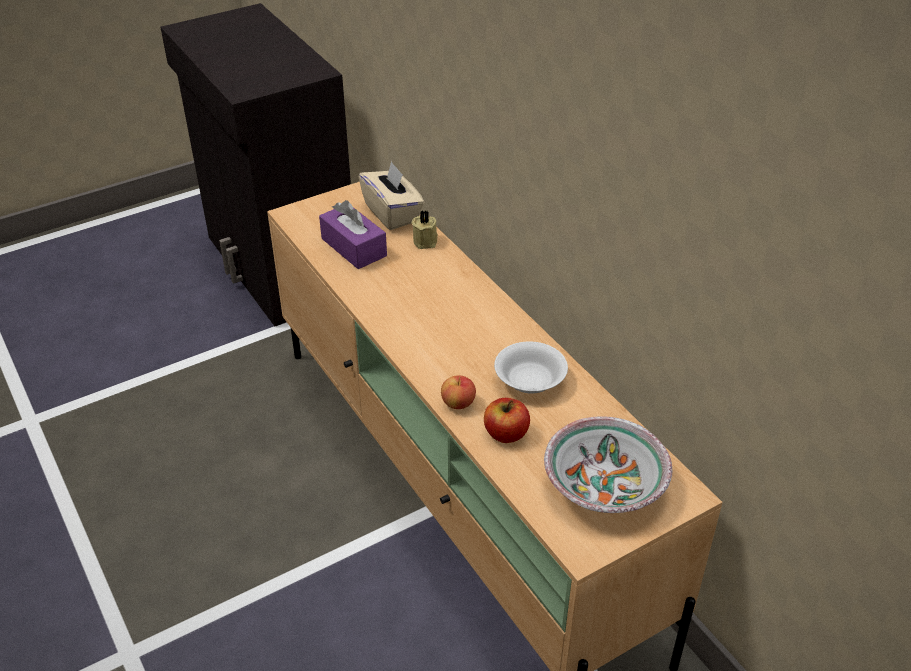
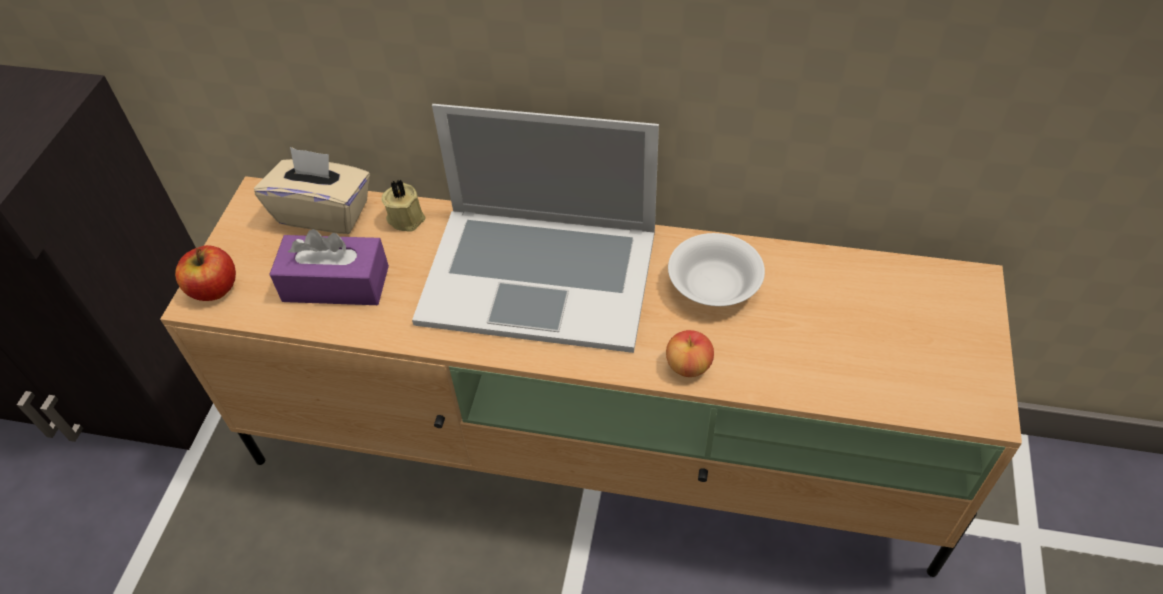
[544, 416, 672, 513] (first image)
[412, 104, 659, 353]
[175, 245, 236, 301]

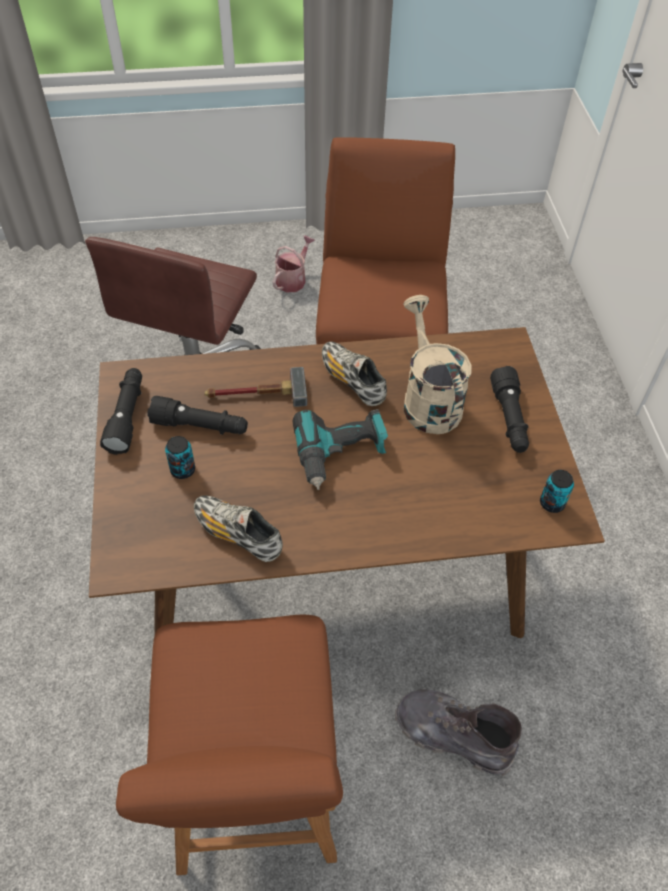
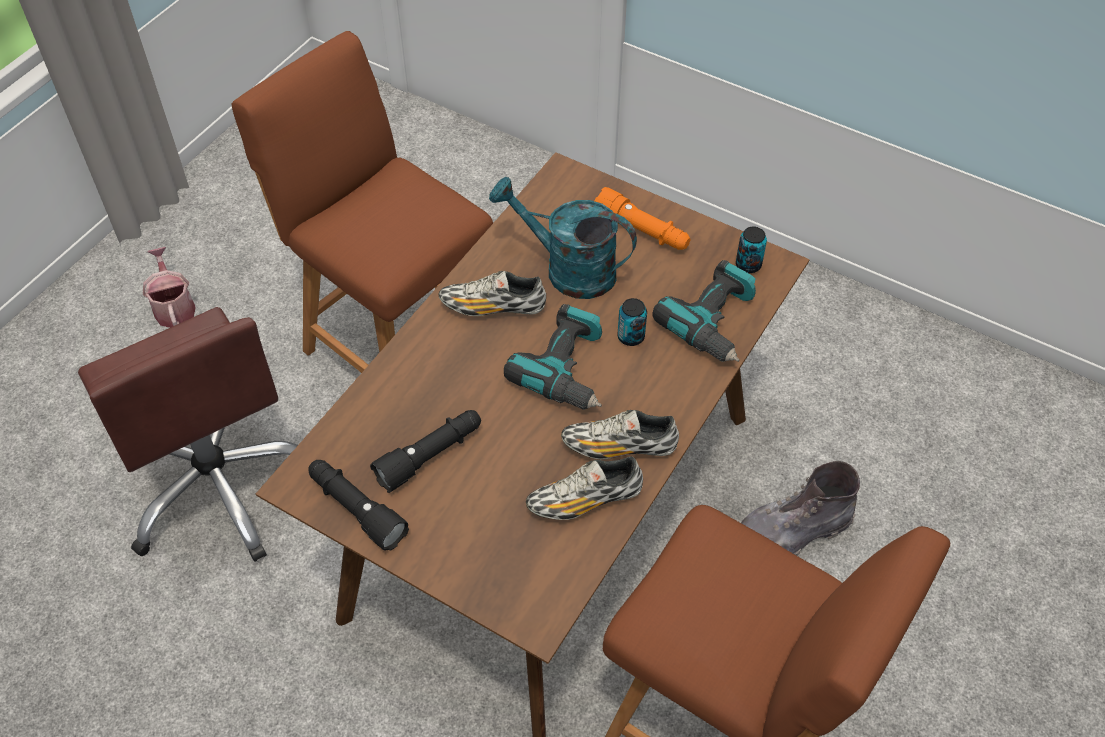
[204, 367, 307, 407] (first image)
[561, 410, 679, 459]
[652, 260, 756, 362]
[617, 298, 647, 346]
[489, 177, 637, 299]
[594, 187, 690, 250]

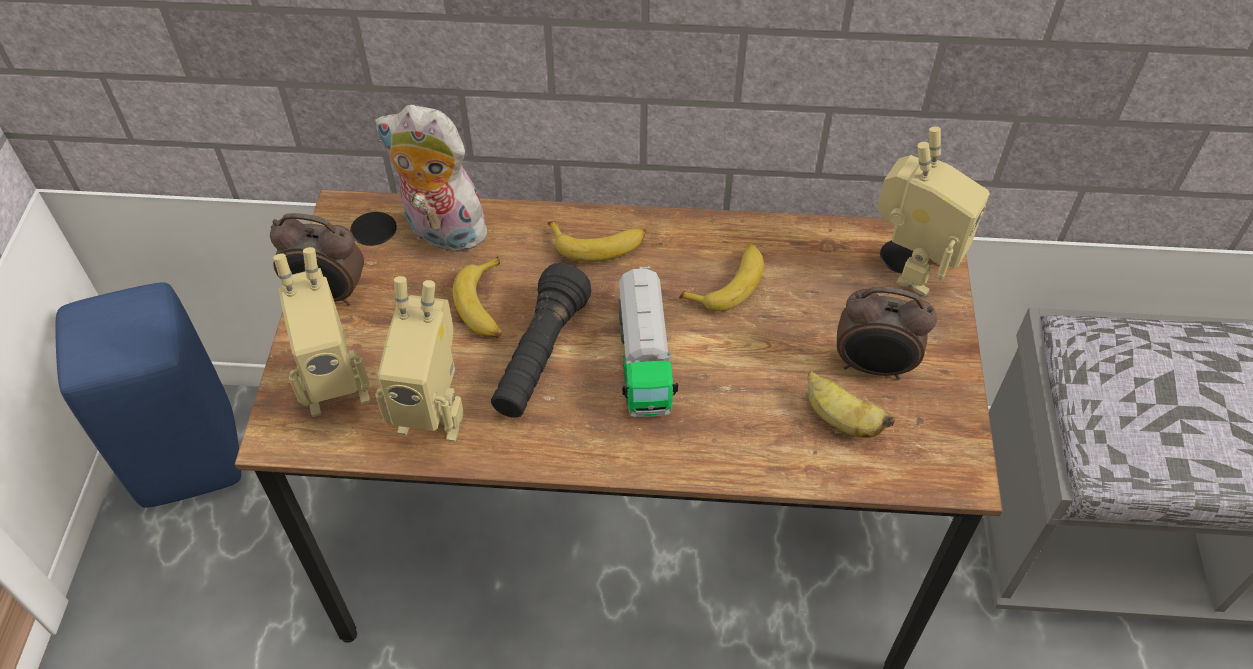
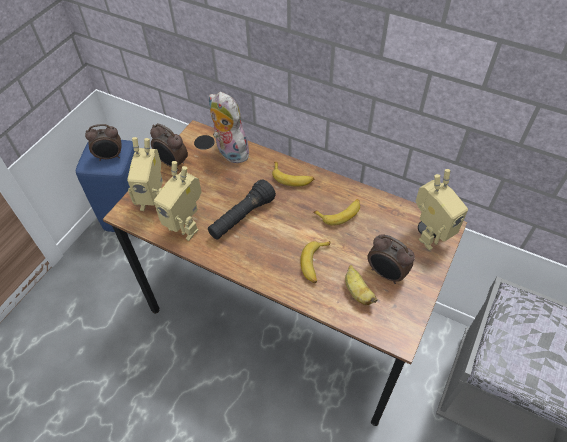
[619, 266, 678, 417] (first image)
[85, 124, 122, 161]
[300, 241, 330, 283]

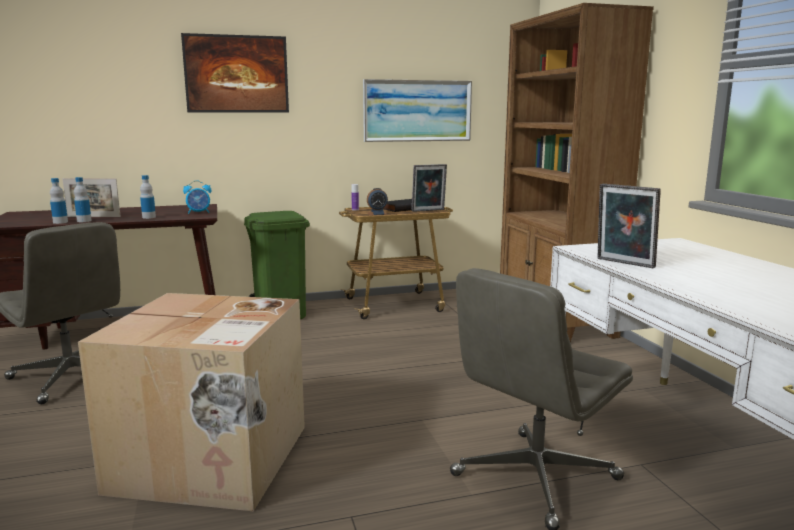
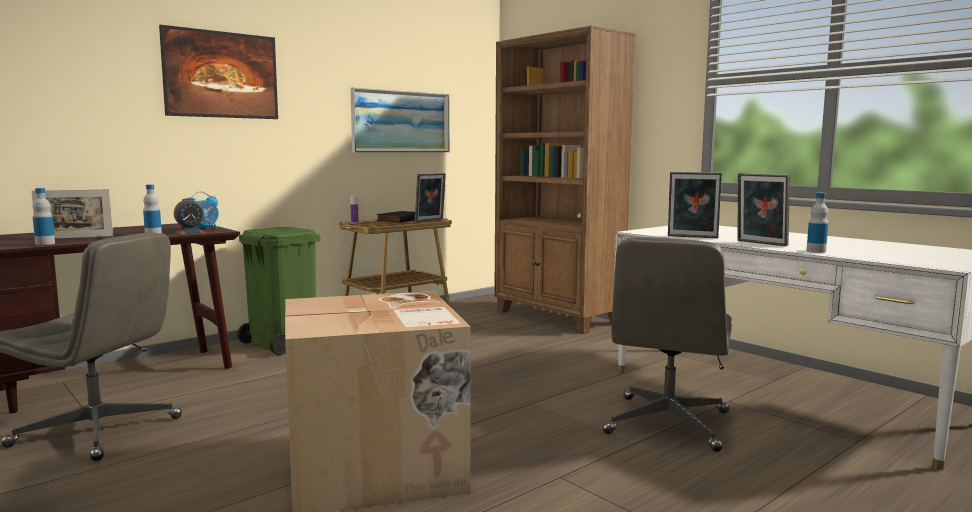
[737, 173, 790, 246]
[807, 193, 828, 253]
[174, 198, 206, 235]

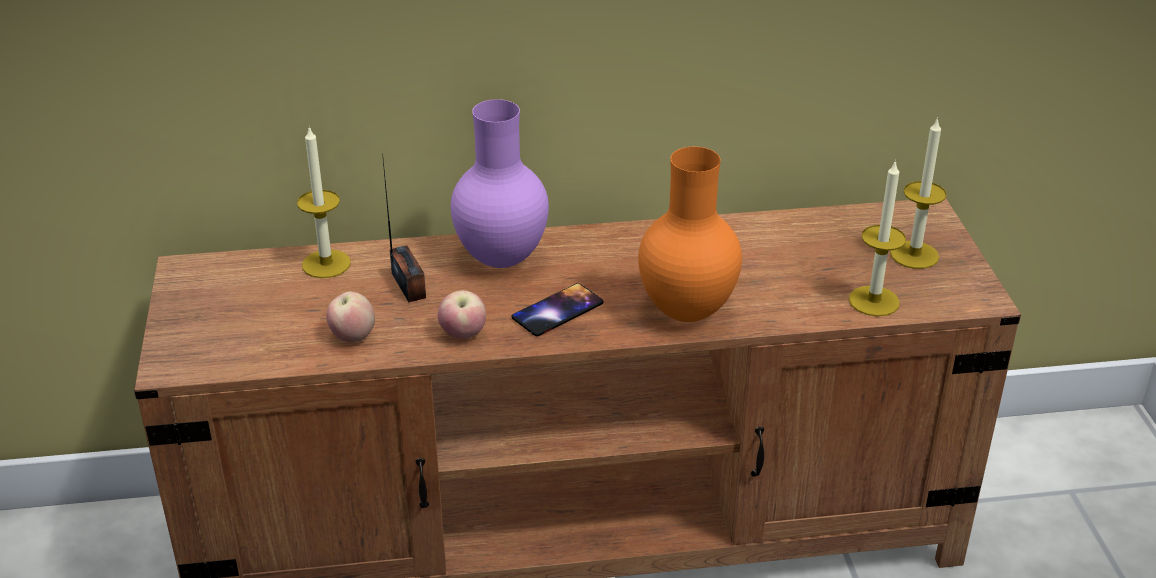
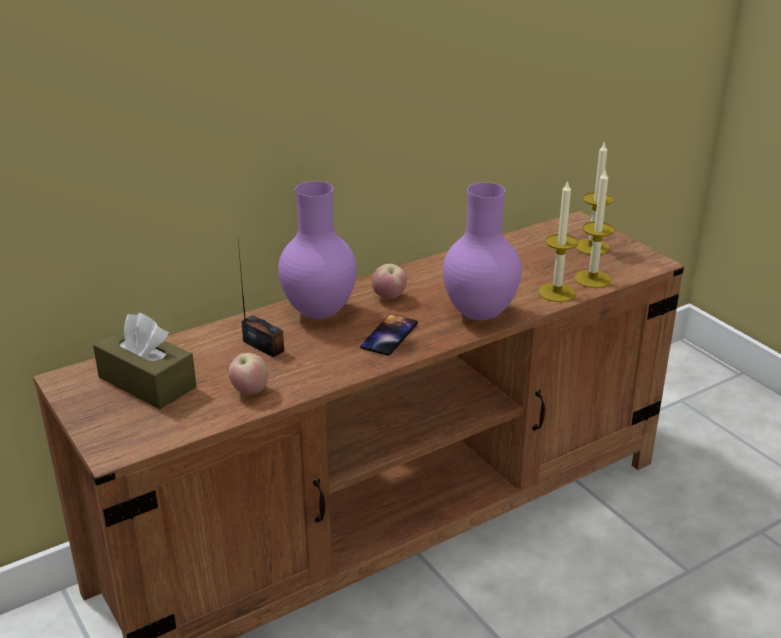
[93, 313, 196, 409]
[538, 180, 578, 302]
[372, 264, 407, 299]
[443, 182, 522, 321]

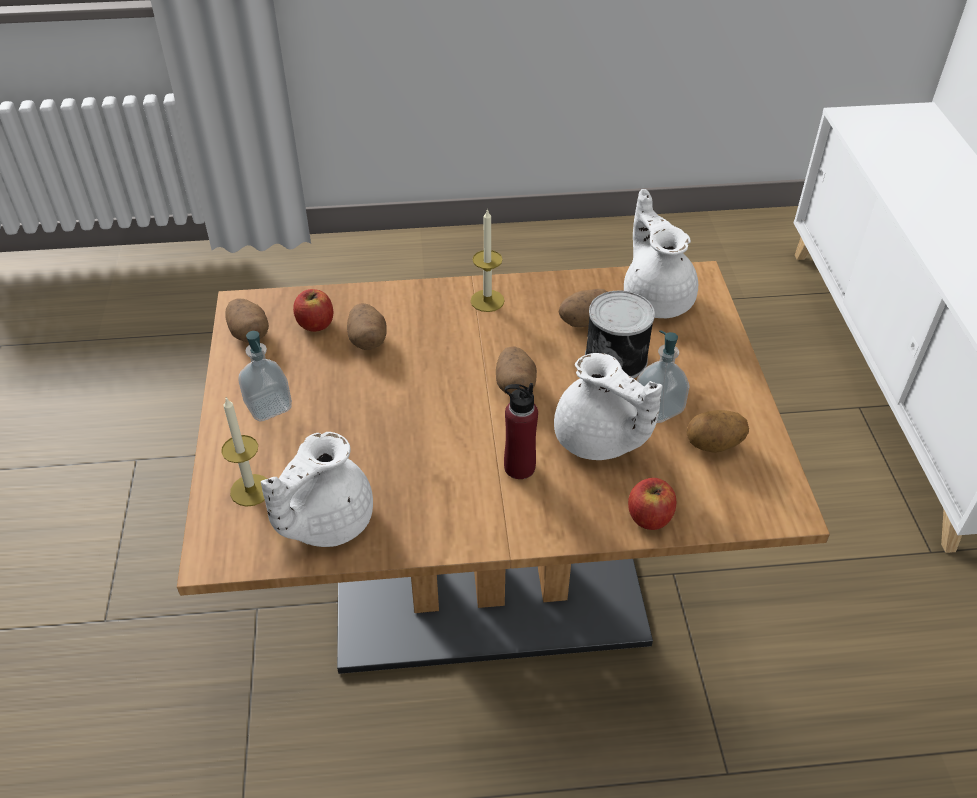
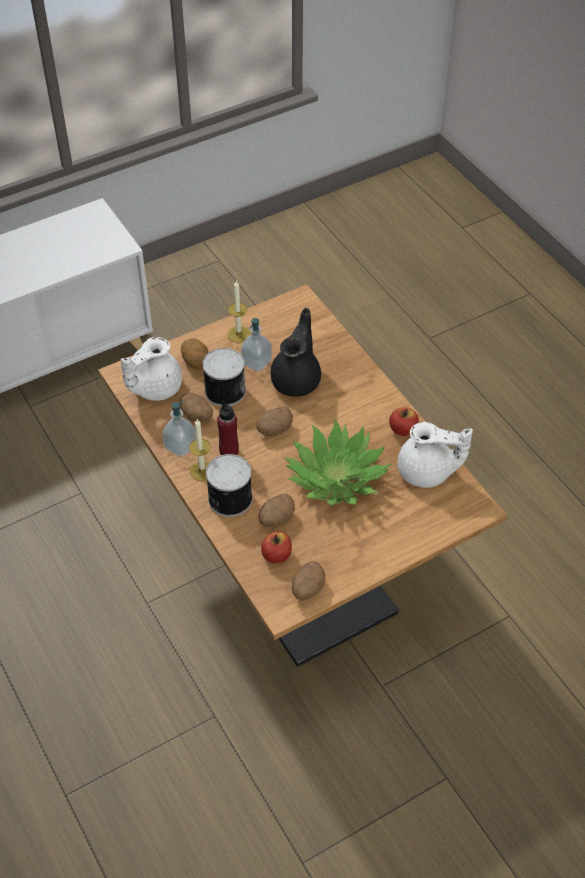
[206, 454, 252, 517]
[284, 419, 392, 506]
[228, 281, 250, 343]
[162, 401, 196, 457]
[217, 400, 239, 455]
[389, 407, 419, 436]
[181, 339, 208, 370]
[271, 308, 321, 396]

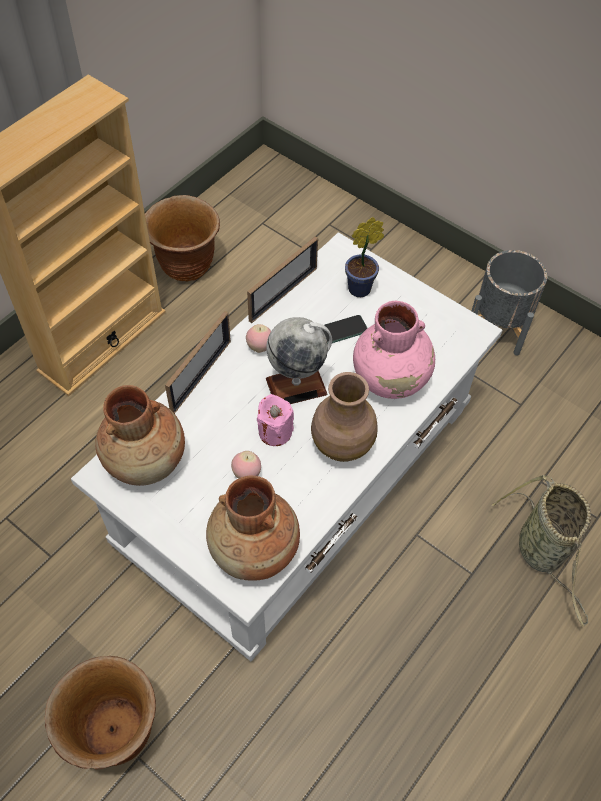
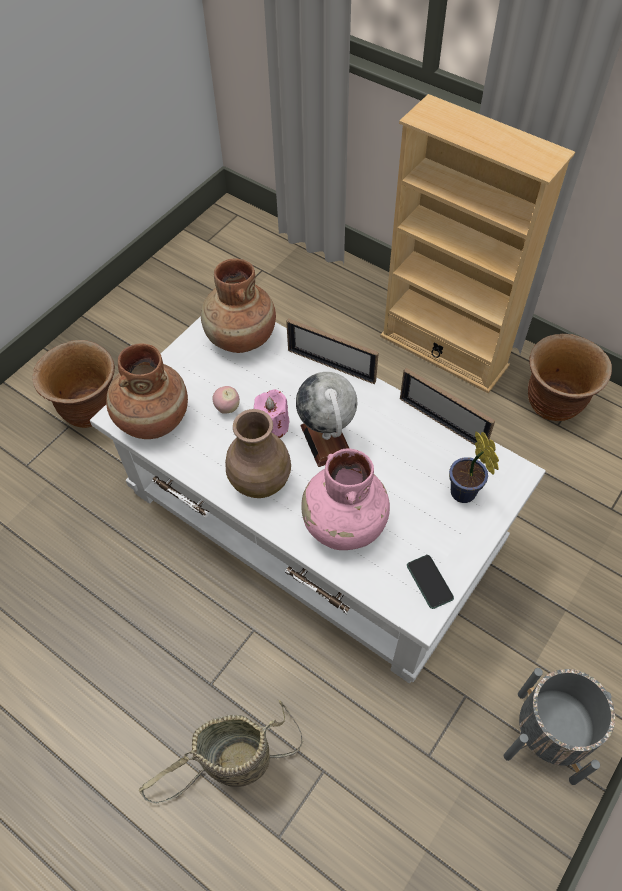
[246, 324, 271, 353] (first image)
[407, 555, 454, 609]

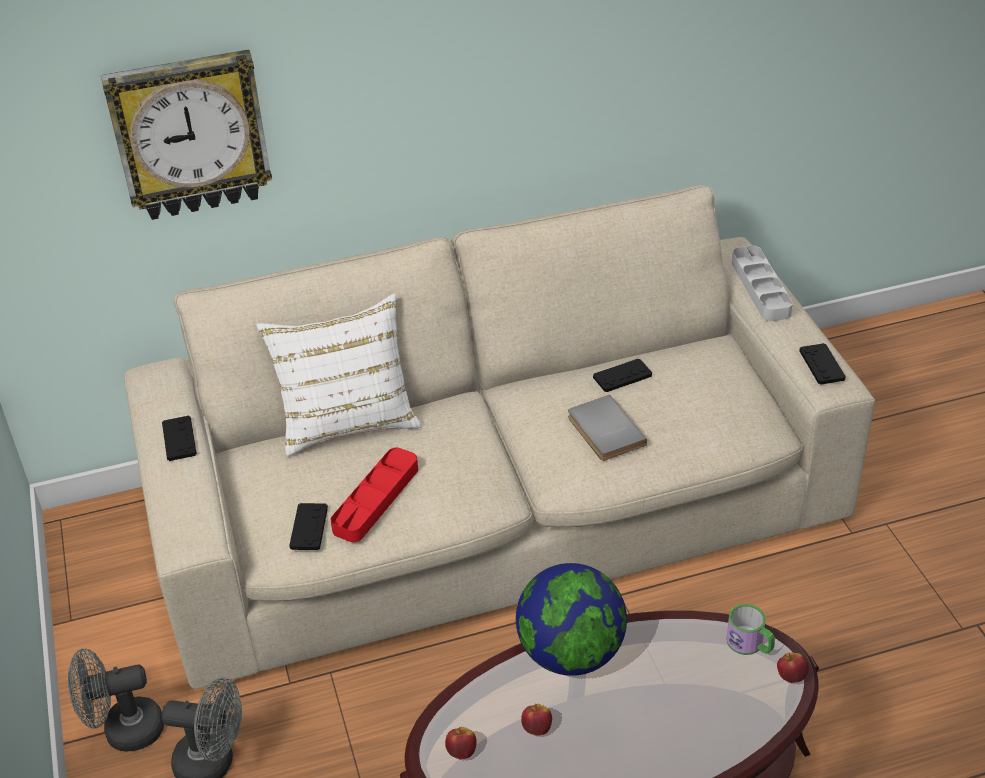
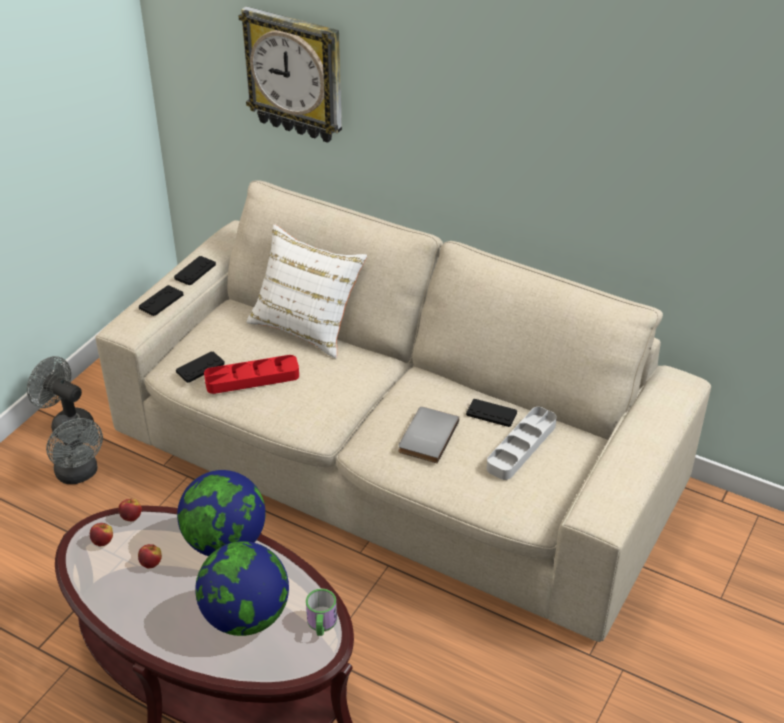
[195, 541, 289, 636]
[487, 407, 557, 480]
[118, 498, 142, 522]
[139, 285, 183, 316]

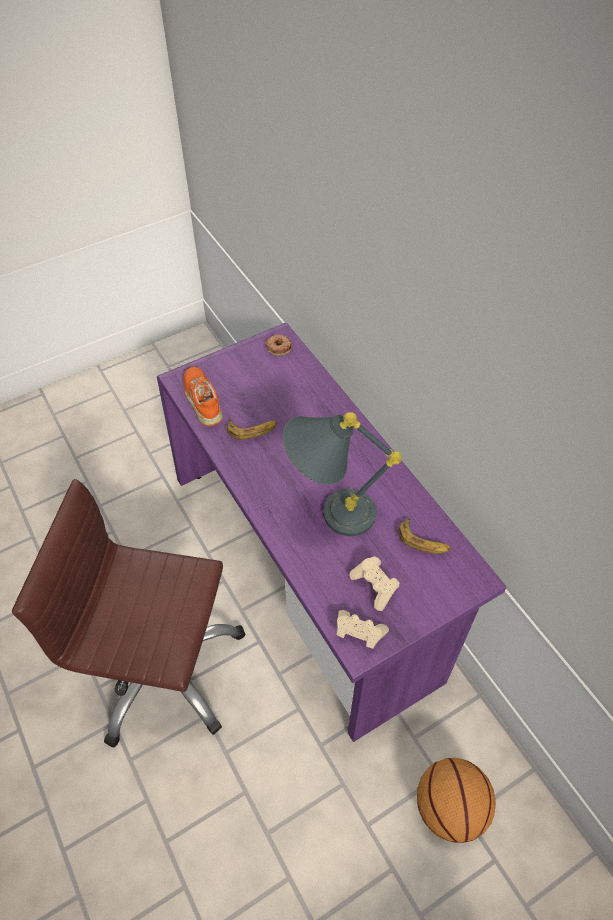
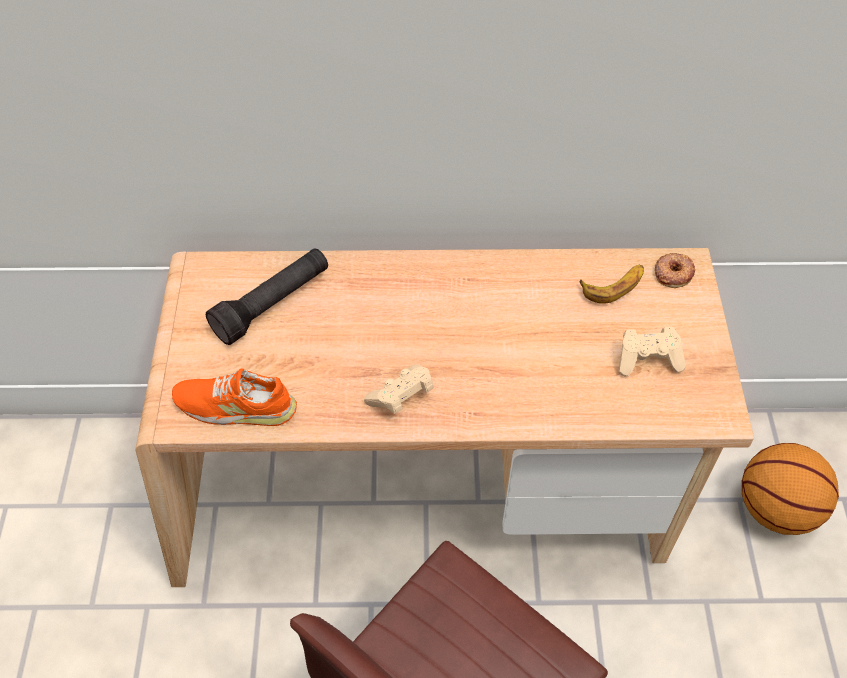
[227, 419, 277, 440] (first image)
[283, 412, 402, 536] (first image)
[206, 248, 328, 345]
[655, 253, 695, 288]
[364, 365, 434, 414]
[136, 248, 754, 587]

